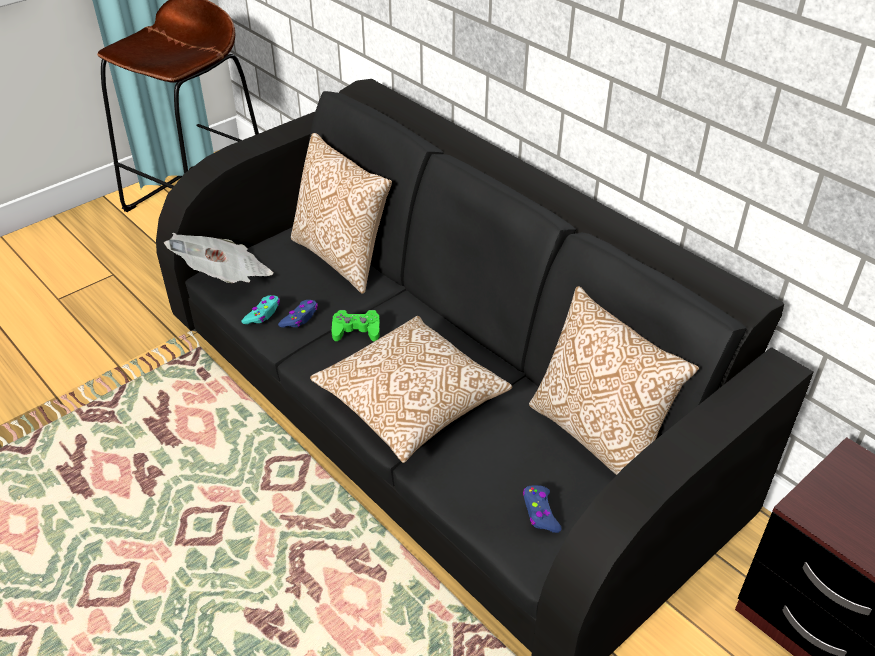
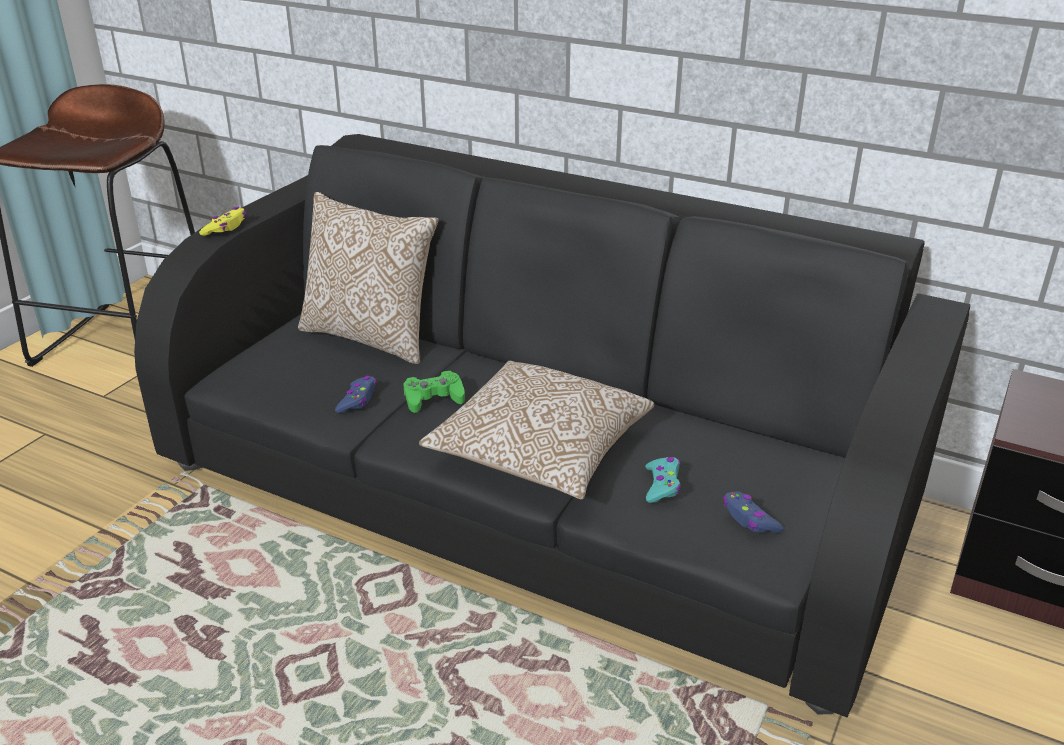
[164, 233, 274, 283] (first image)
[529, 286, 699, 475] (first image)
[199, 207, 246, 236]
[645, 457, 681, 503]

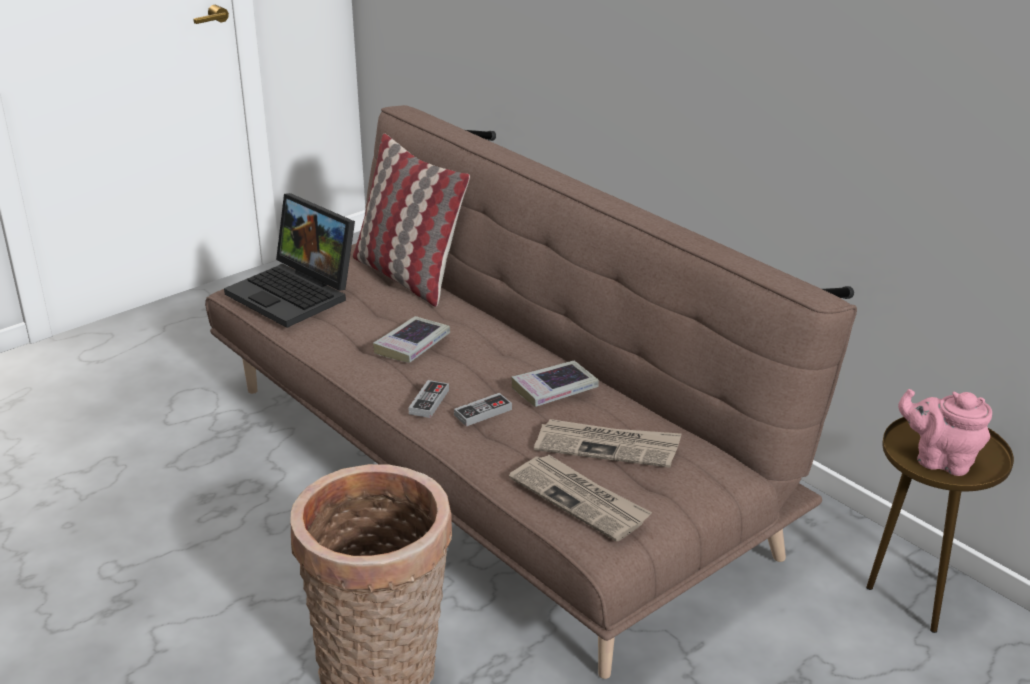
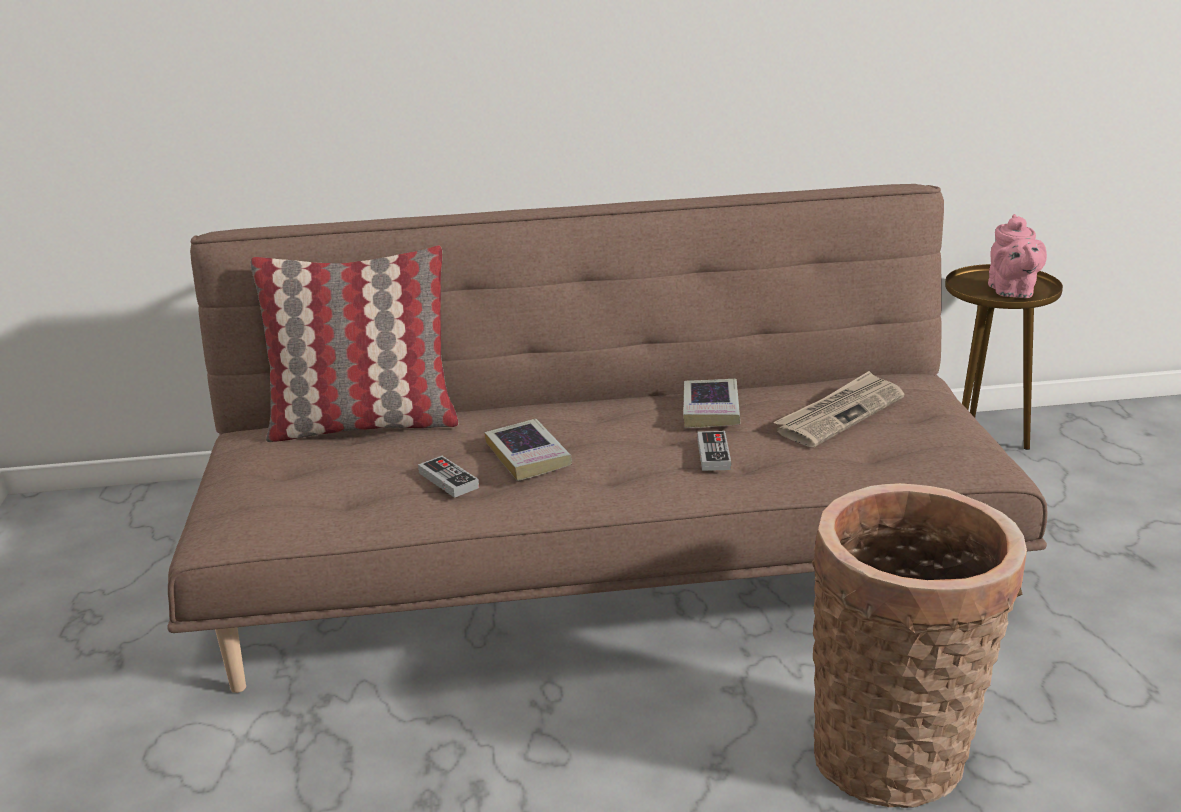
[224, 193, 355, 328] (first image)
[509, 455, 652, 542] (first image)
[418, 456, 479, 498]
[988, 214, 1047, 298]

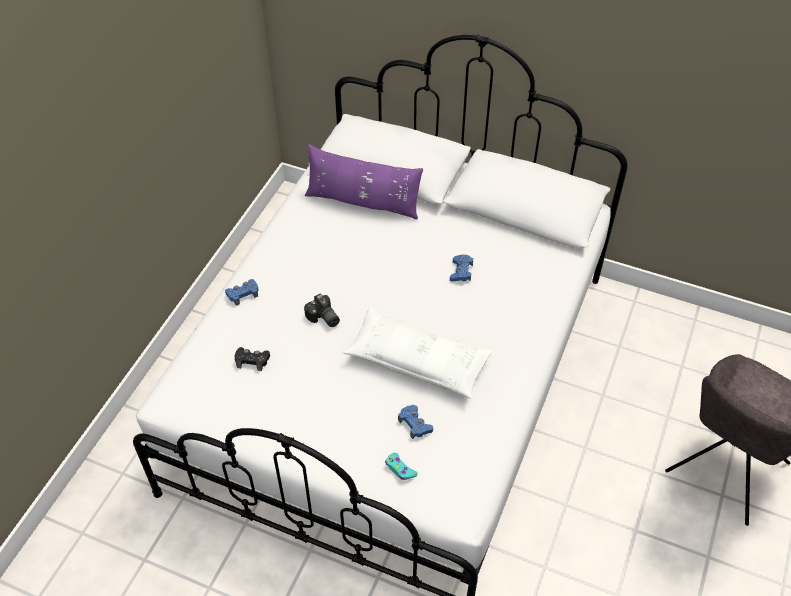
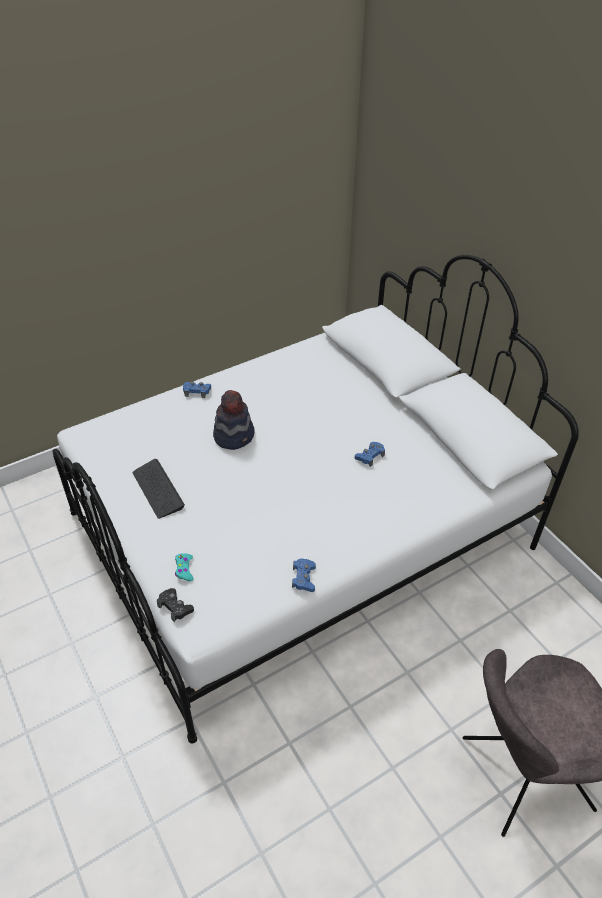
[305, 144, 423, 220] (first image)
[343, 307, 493, 399] (first image)
[133, 459, 185, 519]
[157, 588, 194, 622]
[292, 559, 316, 592]
[213, 390, 254, 450]

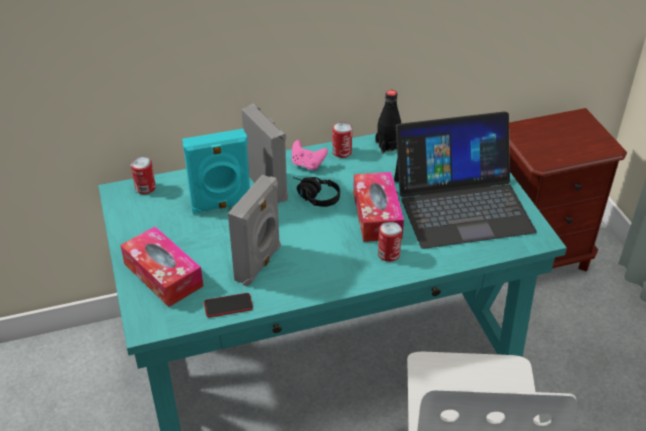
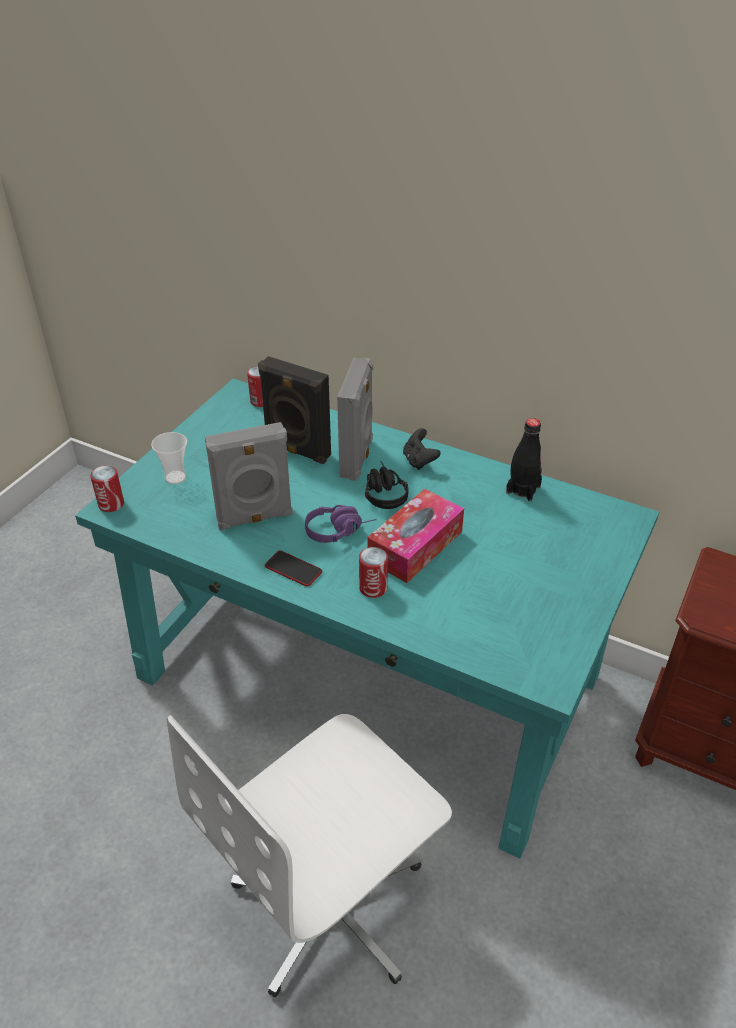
[394, 111, 537, 249] (first image)
[305, 505, 377, 543]
[265, 551, 322, 586]
[90, 465, 124, 512]
[151, 432, 187, 484]
[258, 356, 331, 464]
[403, 428, 441, 470]

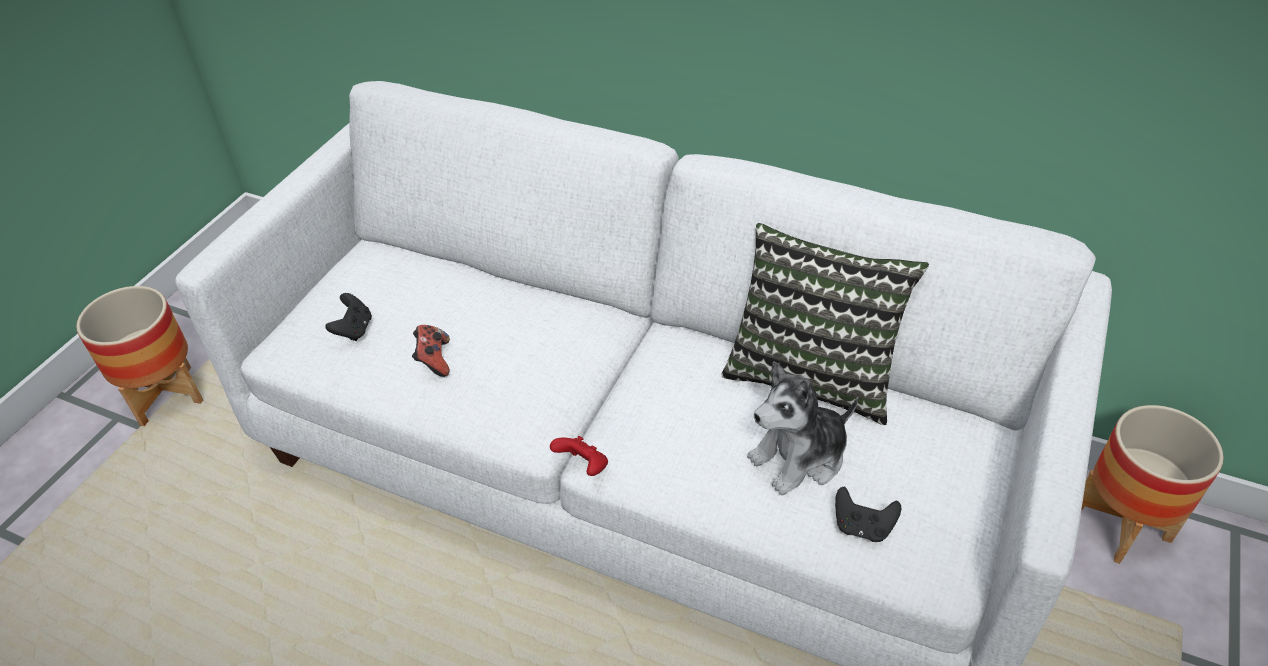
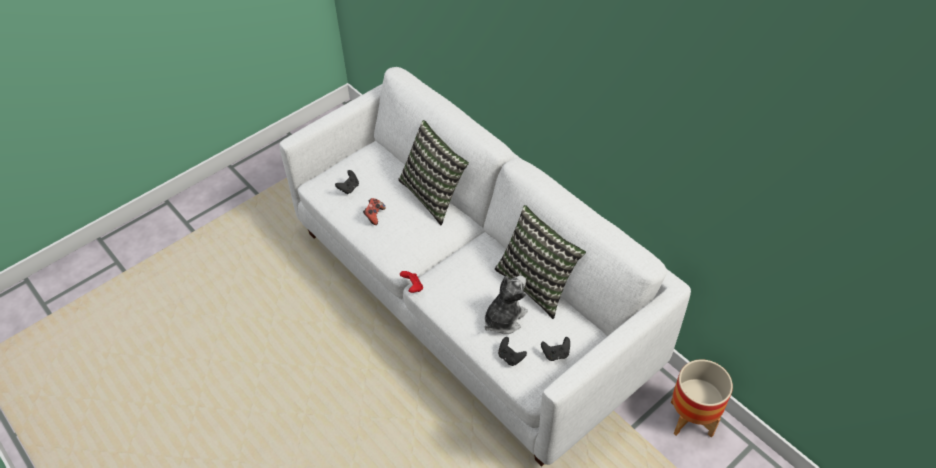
[76, 286, 203, 426] (first image)
[398, 120, 469, 226]
[541, 337, 570, 361]
[485, 275, 528, 334]

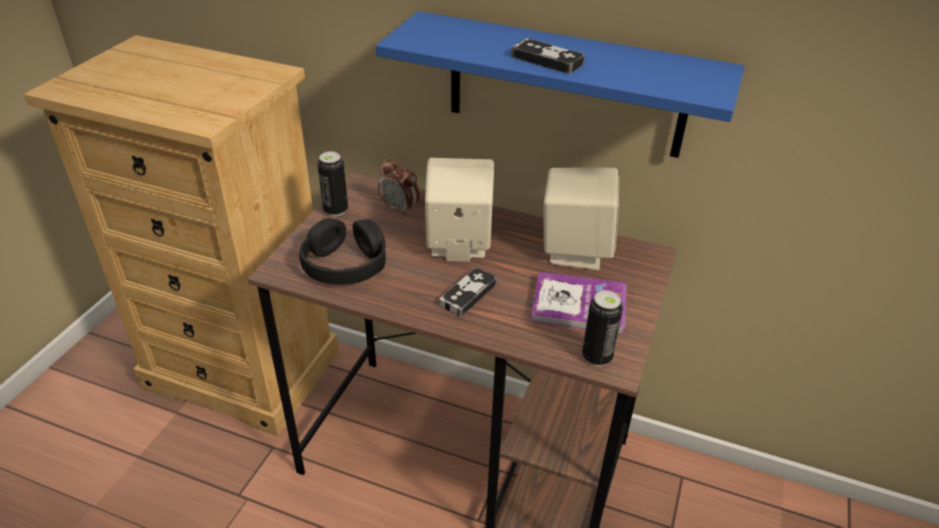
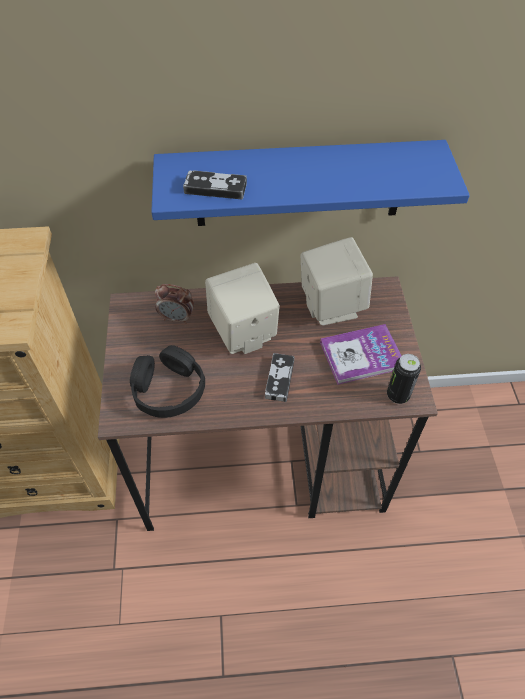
[317, 151, 348, 216] (first image)
[183, 170, 247, 200]

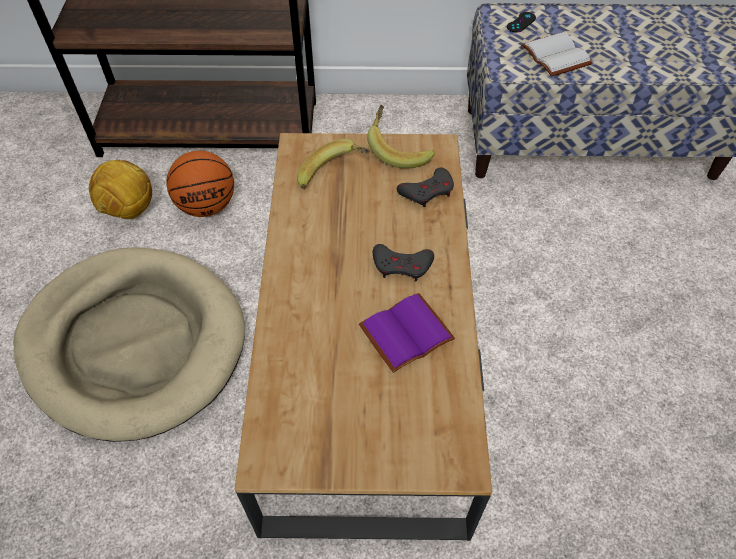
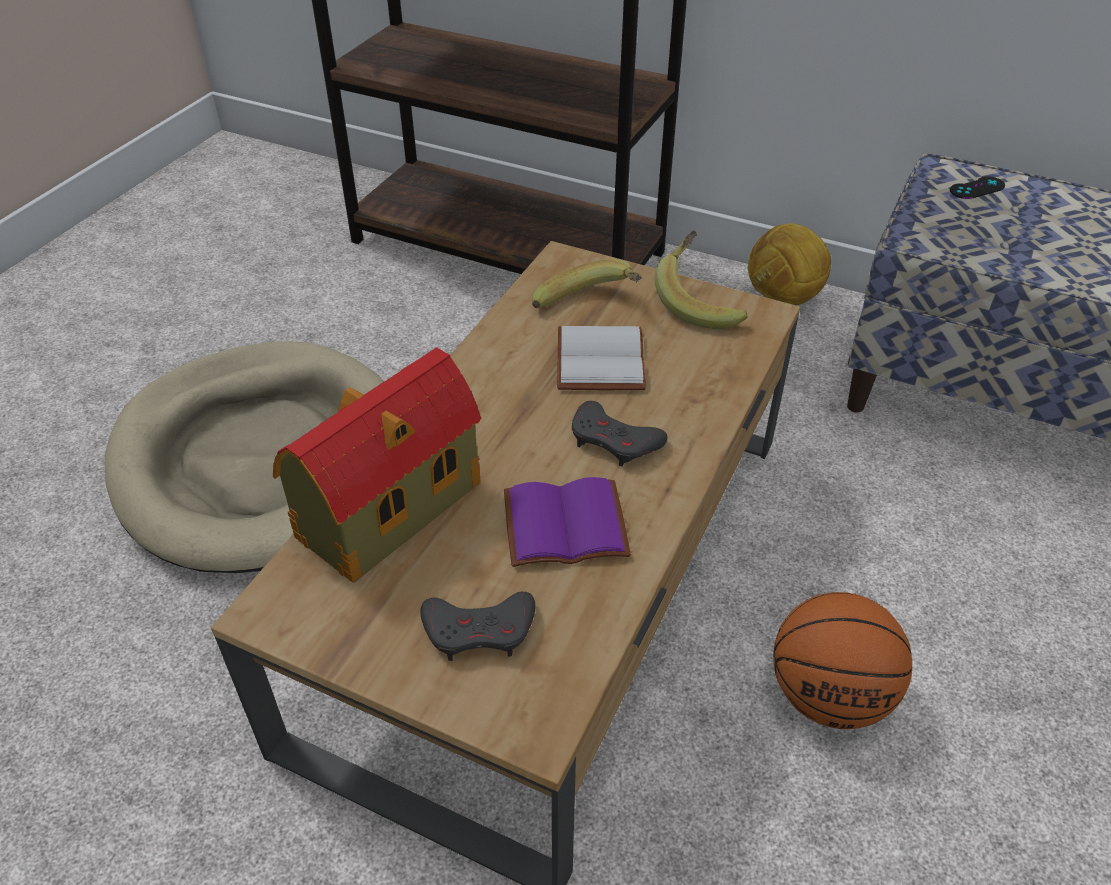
[273, 347, 481, 583]
[748, 223, 831, 305]
[773, 592, 912, 729]
[421, 592, 535, 661]
[557, 326, 646, 390]

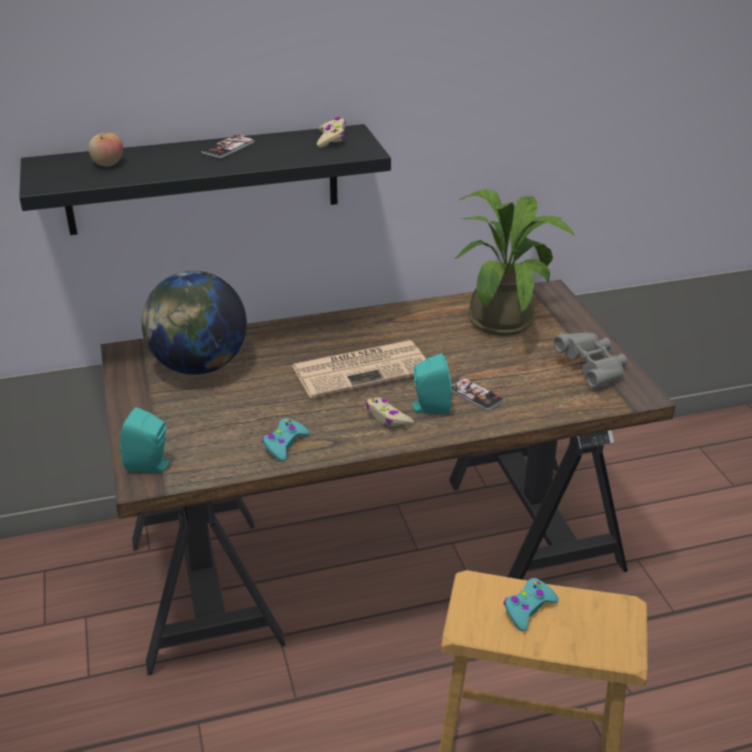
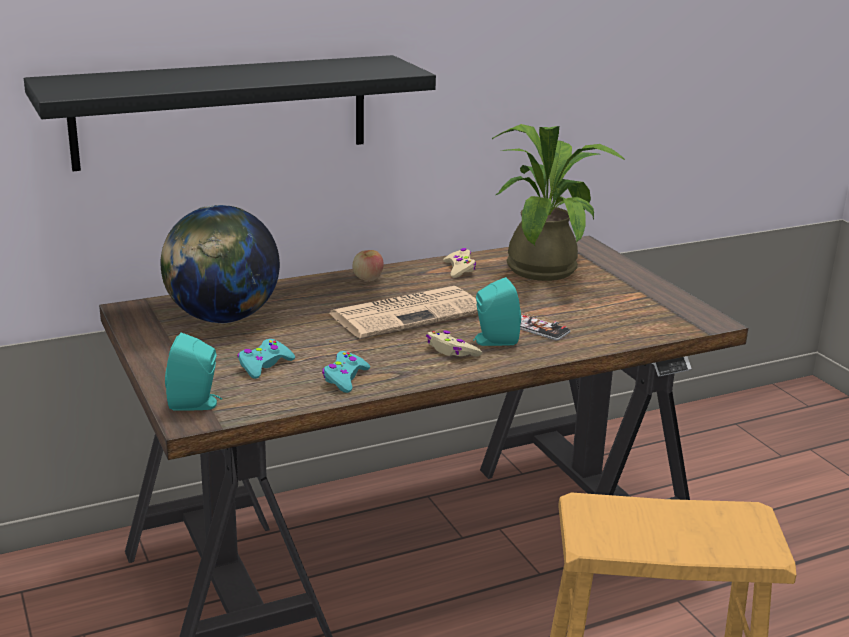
[202, 133, 254, 158] (first image)
[553, 332, 627, 388] (first image)
[353, 250, 384, 281]
[443, 248, 476, 278]
[237, 339, 295, 379]

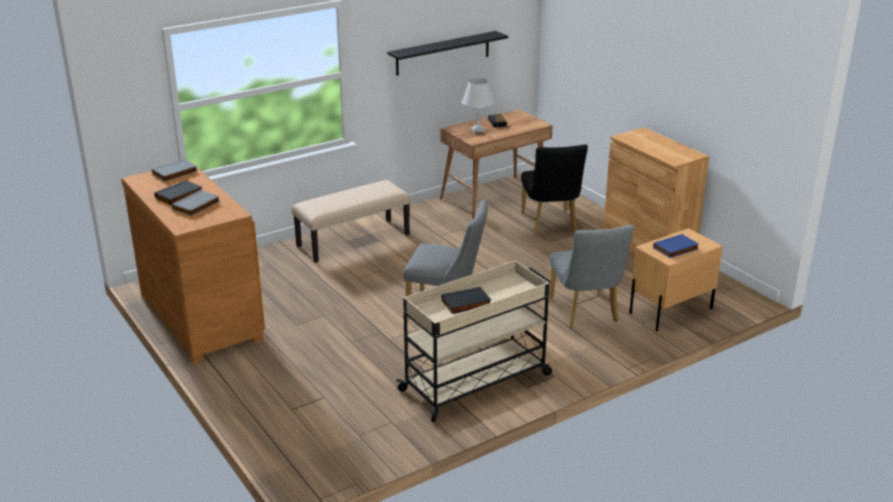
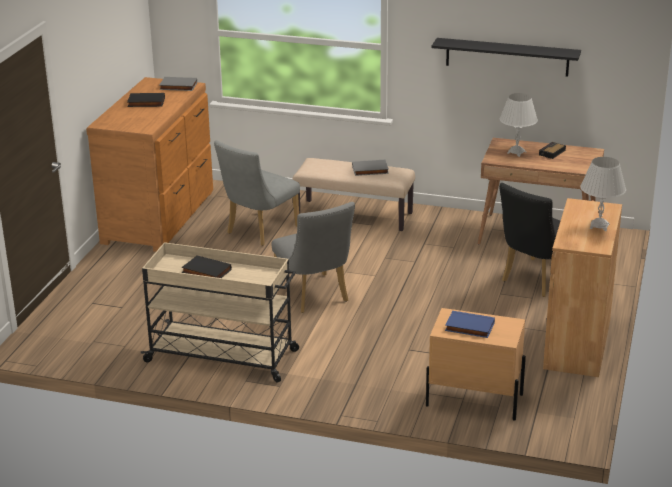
[580, 157, 626, 231]
[352, 160, 389, 176]
[214, 140, 300, 246]

